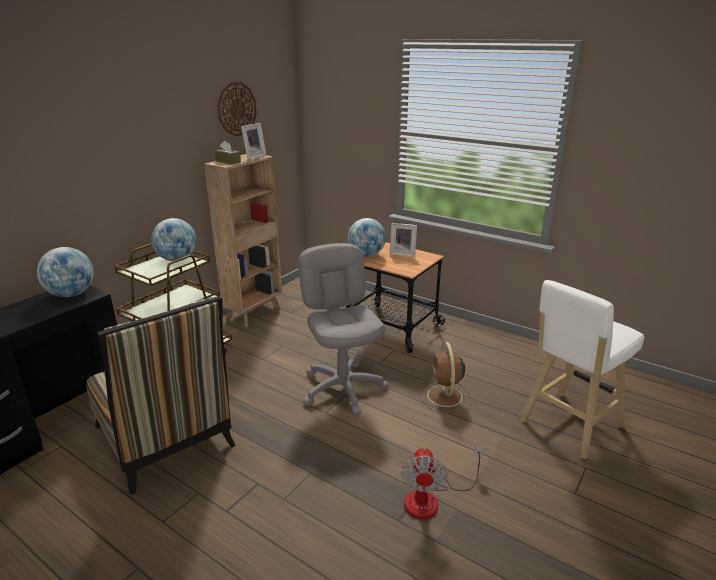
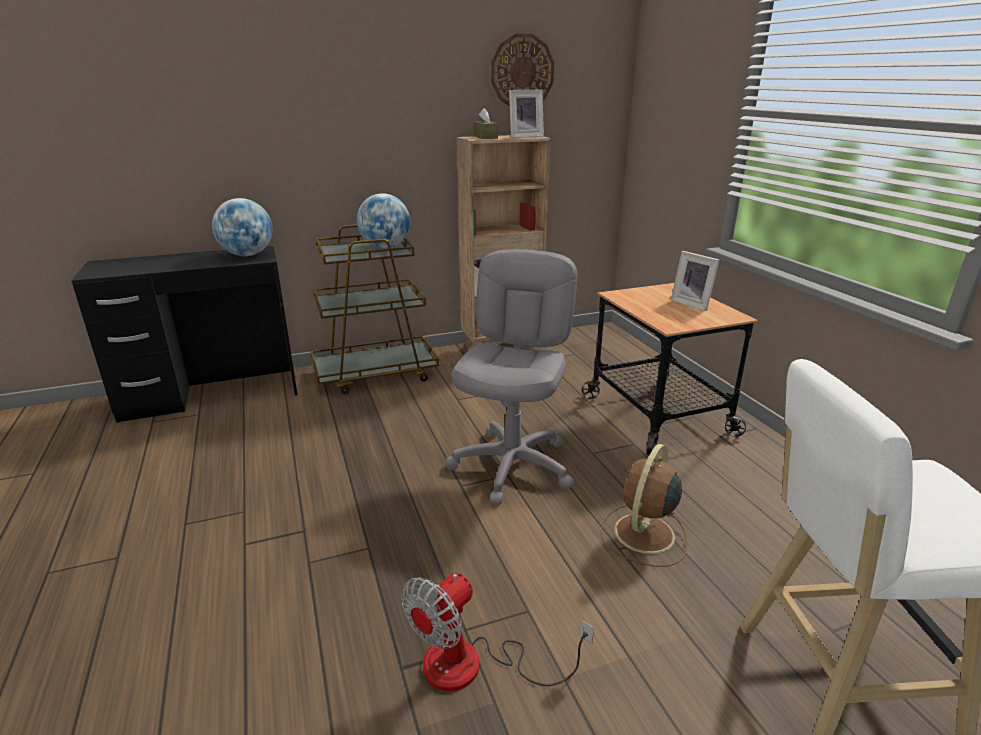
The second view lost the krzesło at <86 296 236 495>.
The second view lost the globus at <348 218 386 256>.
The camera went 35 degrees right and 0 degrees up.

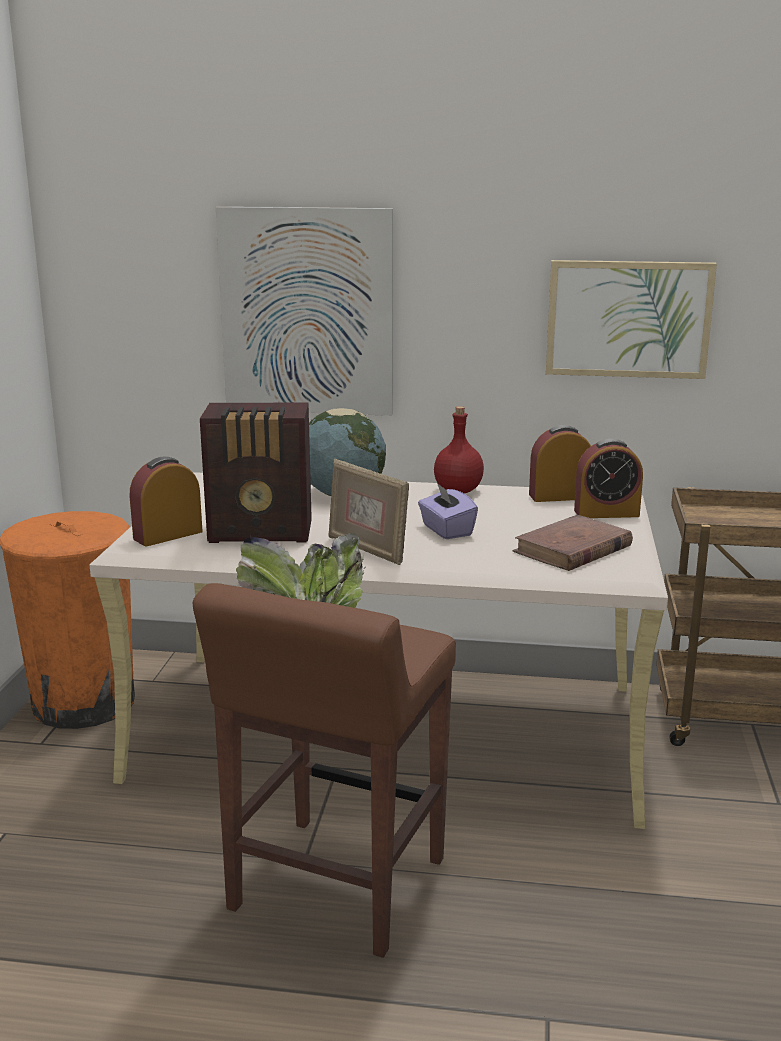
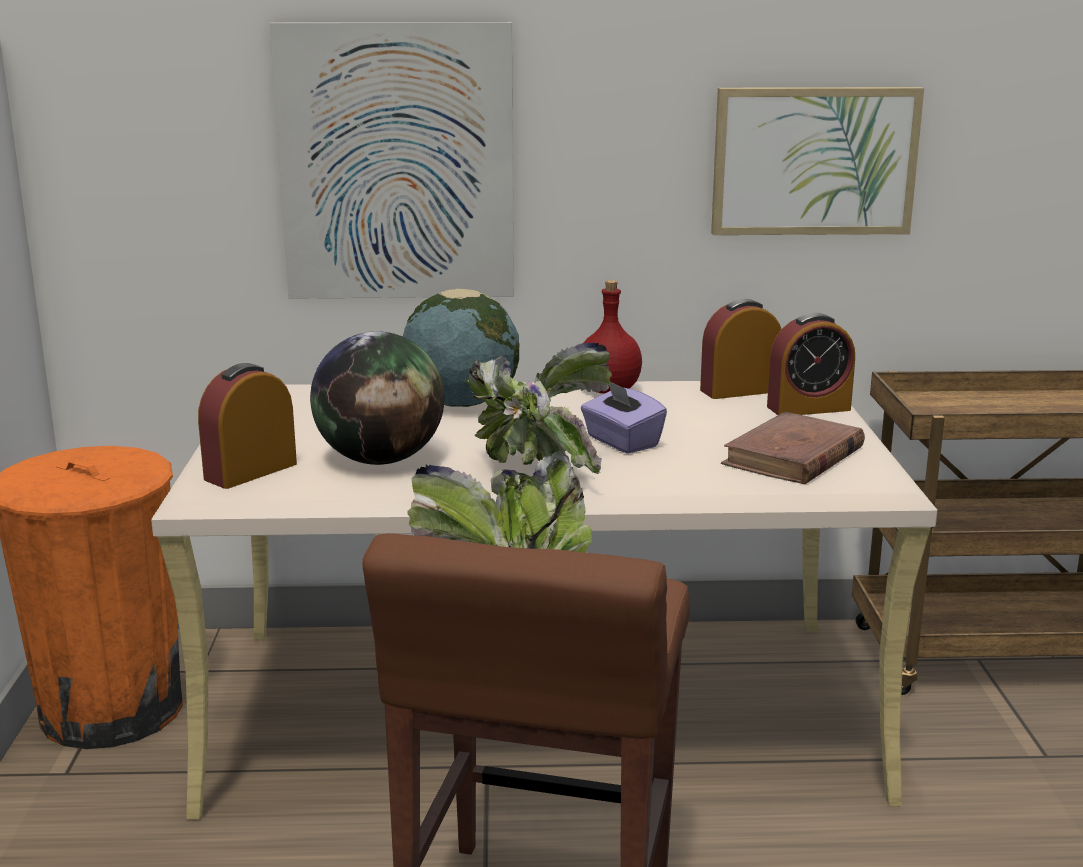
Where the radio stood at <200 403 312 543>, the globus came to stand at <310 331 445 465>.
Where the ramka na zdjęcie stood at <329 459 409 565>, the roślina doniczkowa came to stand at <465 342 612 474>.
The camera went 10 degrees left and 0 degrees up.

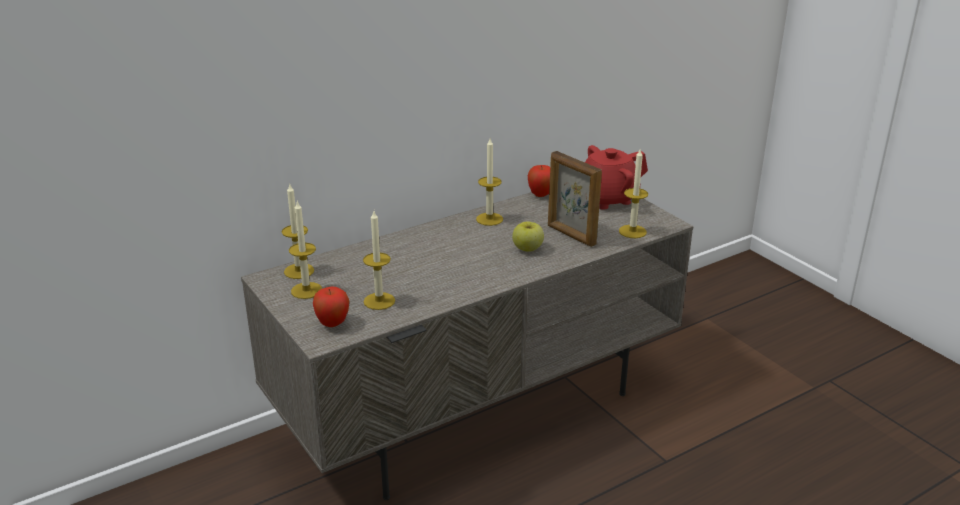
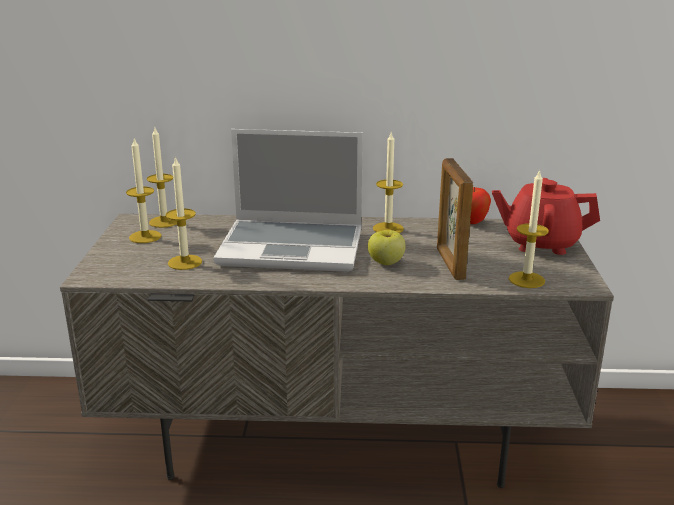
The second view lost the jabłko at <313 287 349 327>.
The second view gained the laptop at <213 129 363 272>.
The camera went 35 degrees right and 5 degrees down.

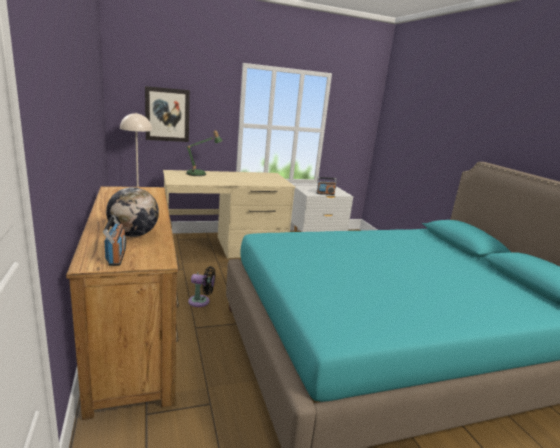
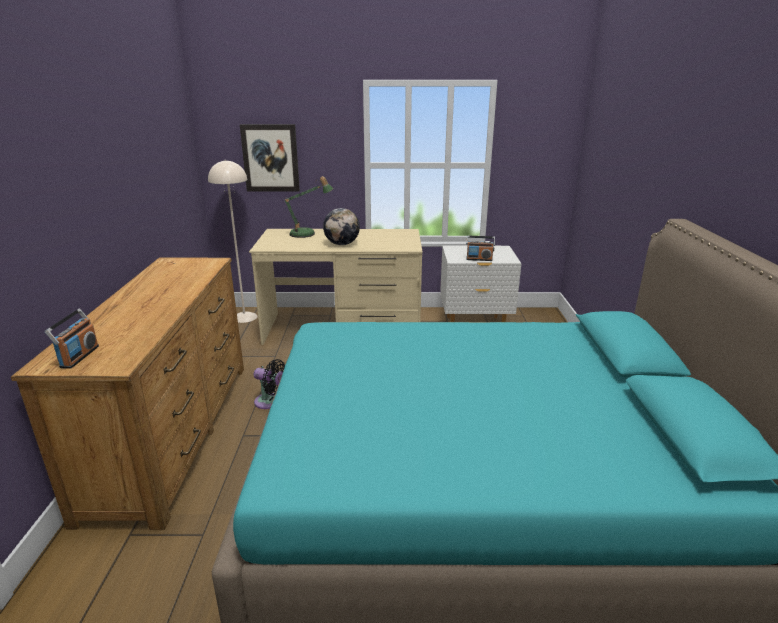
The globus ended up elsewhere, having gone from <106 187 159 237> to <323 208 360 245>.
The camera went 20 degrees right and 5 degrees up.

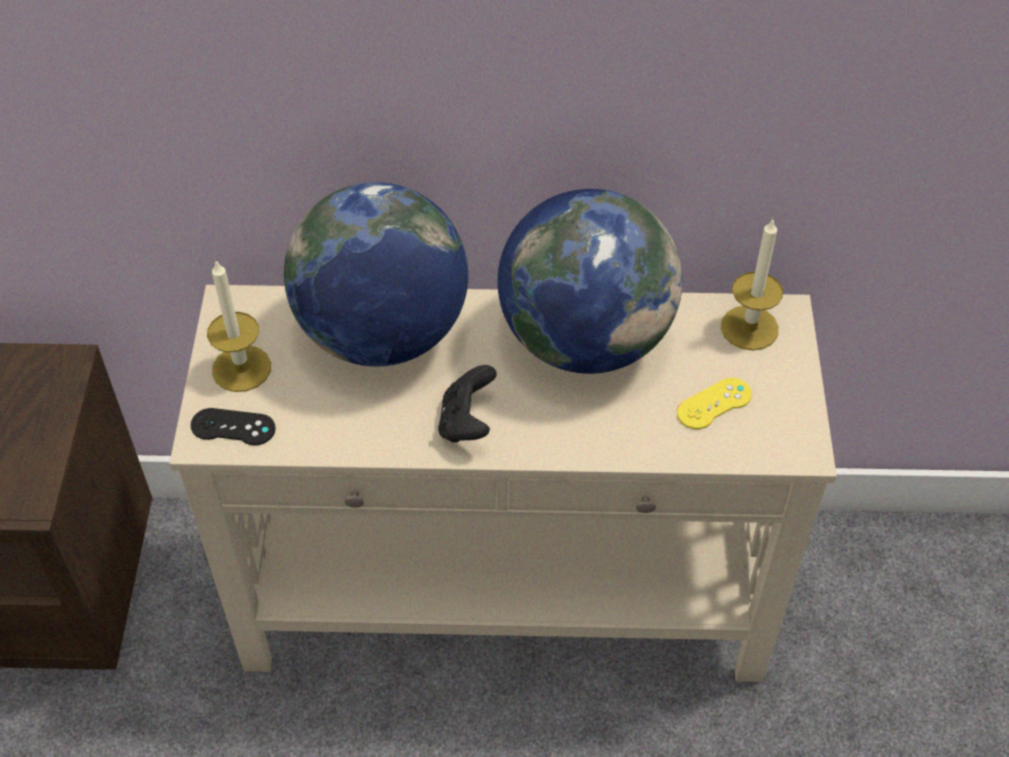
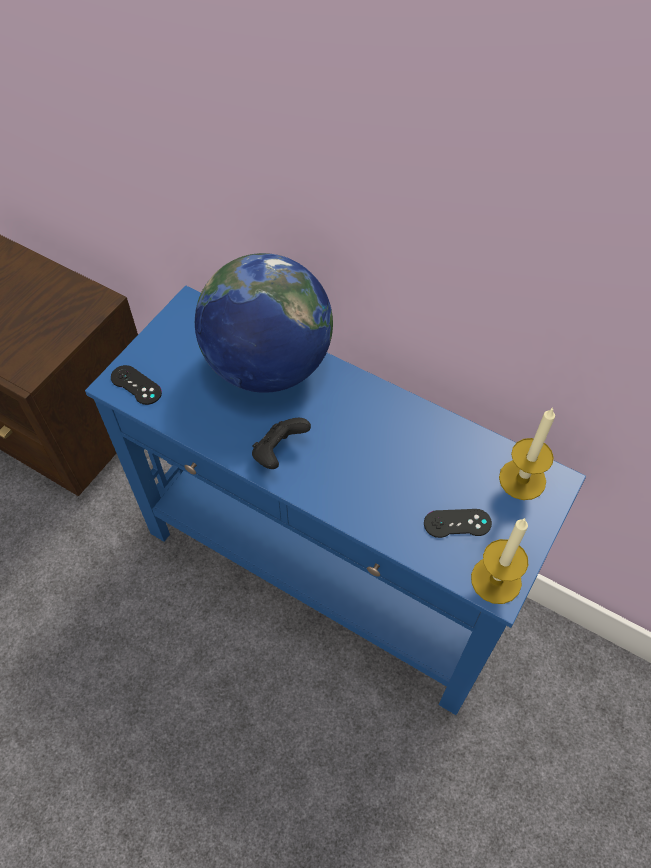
What was the stolik konsolowy (beżowy) at <169 285 837 682> turned into the stolik konsolowy (niebieski) at <85 285 586 715>.
The świeca ended up elsewhere, having gone from <207 260 271 392> to <471 518 528 604>.
The second view lost the globus at <498 189 682 374>.
What was the pad do gier (żółty) at <677 378 752 429> turned into the pad do gier (czarny) at <424 509 492 538>.
The camera went 30 degrees right and 5 degrees up.

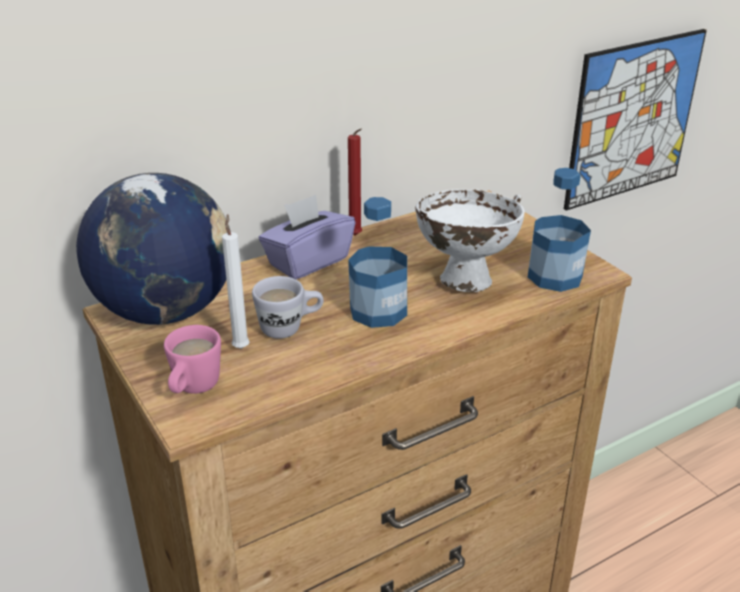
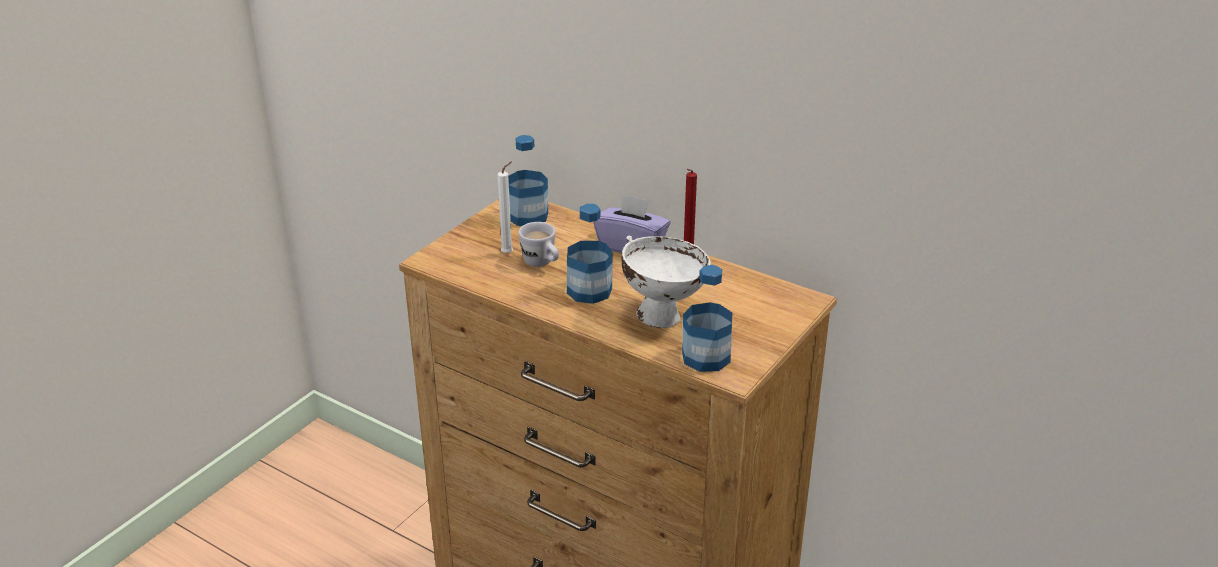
Where the globus stood at <76 173 230 325>, the butelka came to stand at <508 135 548 226>.
The second view lost the kubek (różowy) at <164 325 221 394>.
The second view lost the obraz at <564 29 707 211>.
The camera went 65 degrees right and 0 degrees up.

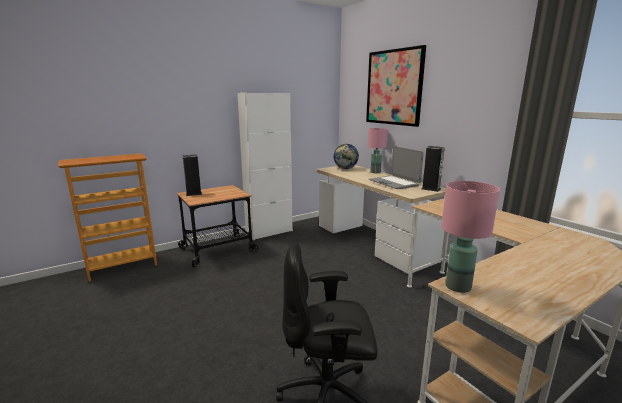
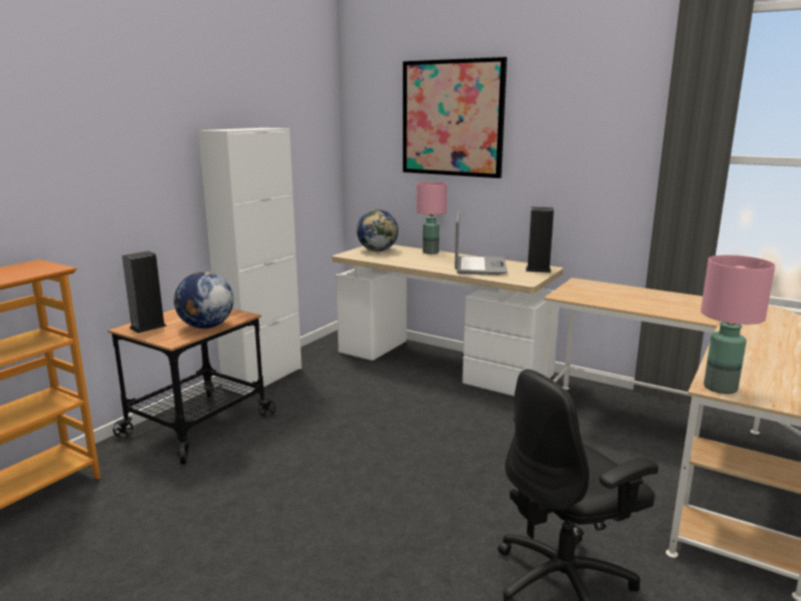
The laptop at <369 146 424 189> ended up facing another way, 120 degrees counterclockwise from before.
The second view gained the globus at <173 272 234 329>.
The camera went 25 degrees left and 0 degrees up.

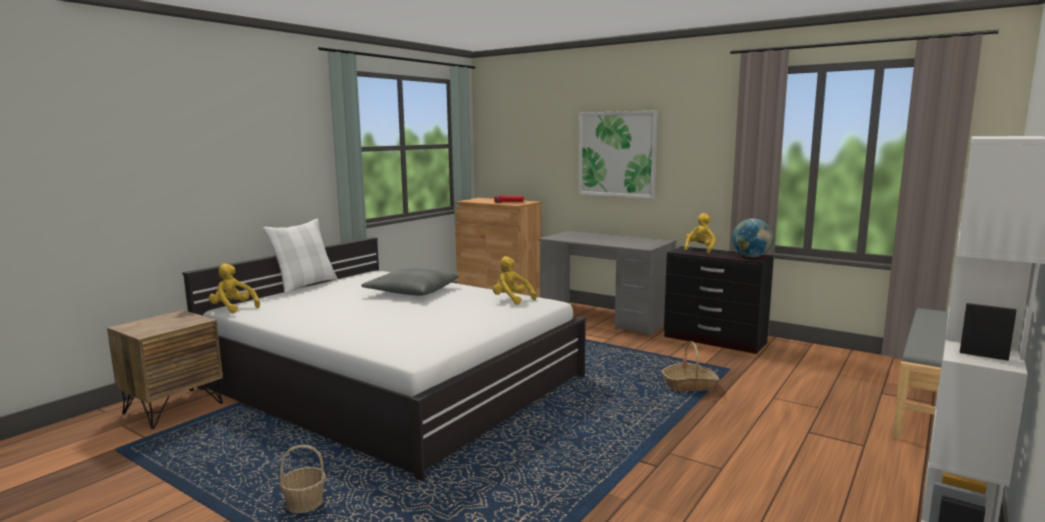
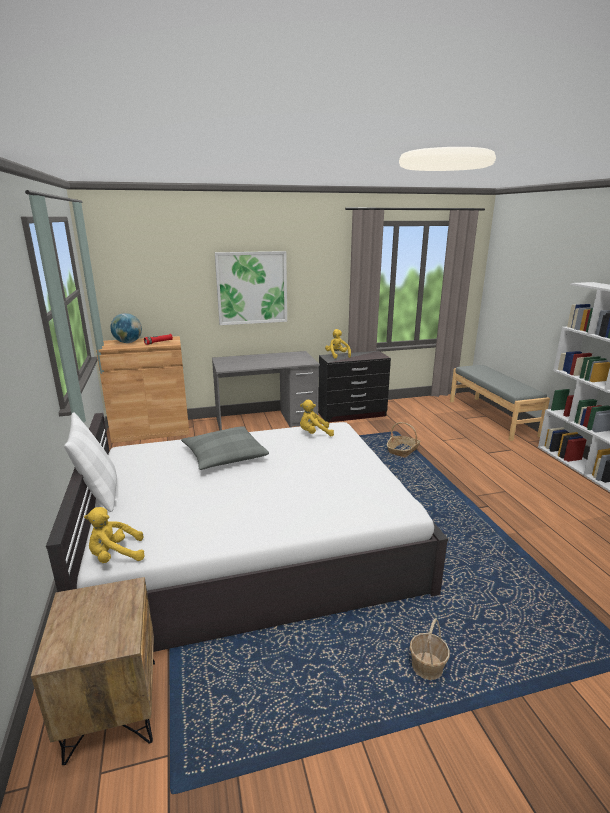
The globus ended up elsewhere, having gone from <732 218 774 257> to <110 313 142 343>.
The camera went 50 degrees left and 10 degrees up.

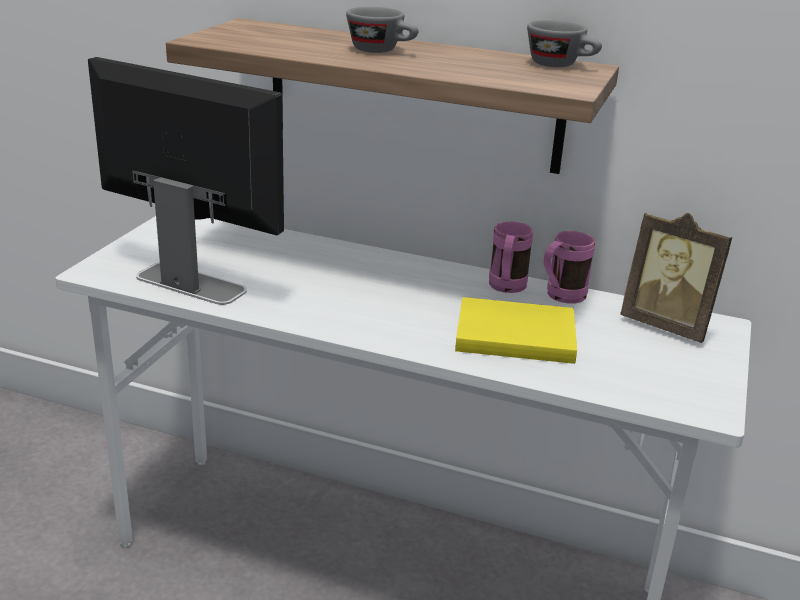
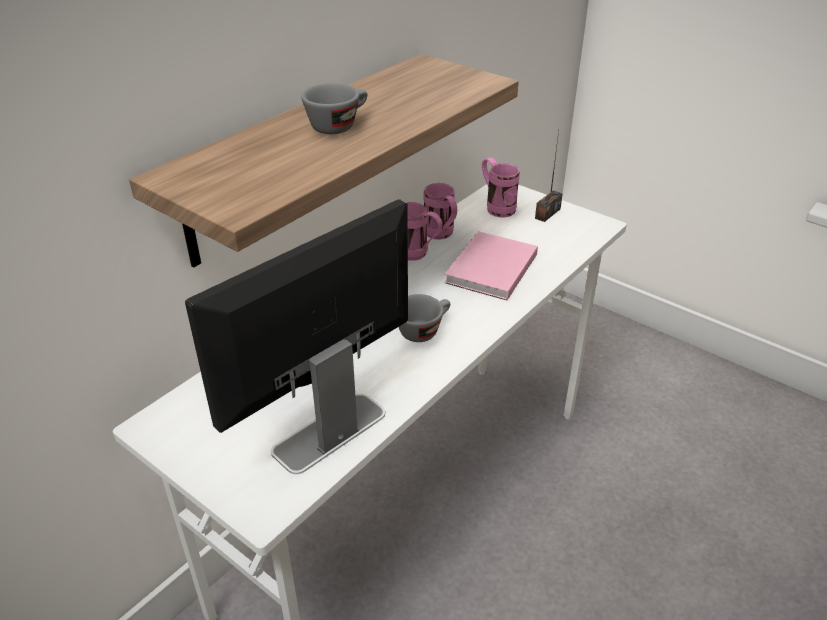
What was the książka (żółty) at <455 297 577 364> turned into the książka (różowy) at <444 231 538 300>.
The filiżanka (szary) ended up elsewhere, having gone from <527 20 602 67> to <399 294 450 342>.
Where the ramka na zdjęcie stood at <620 213 732 343>, the kubek (różowy) came to stand at <482 158 520 217>.
The second view gained the radio at <535 131 563 222>.
The camera went 70 degrees left and 10 degrees up.

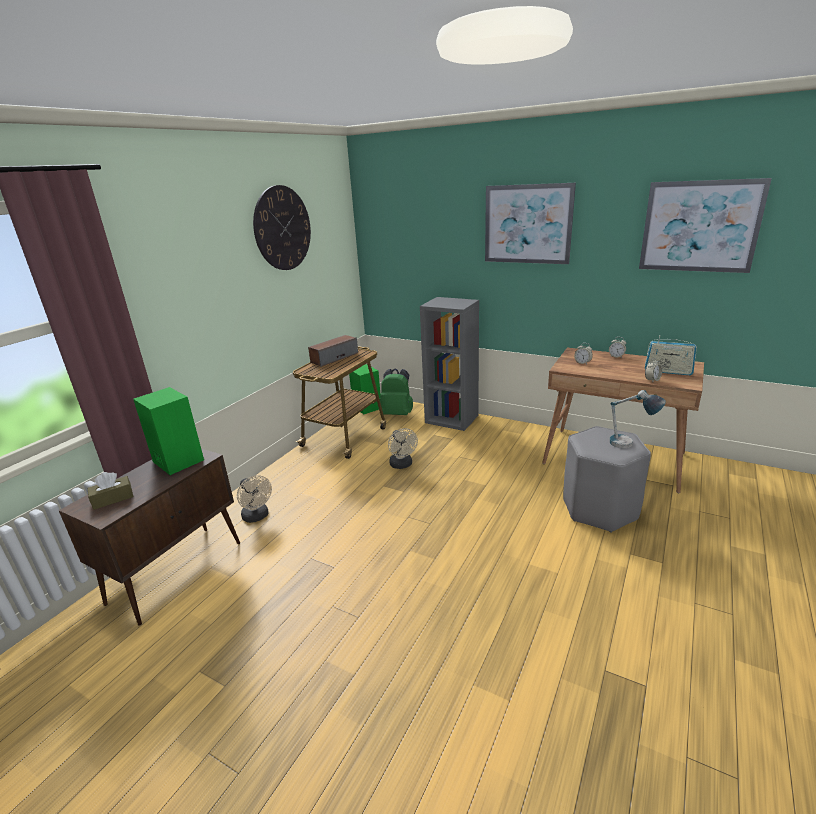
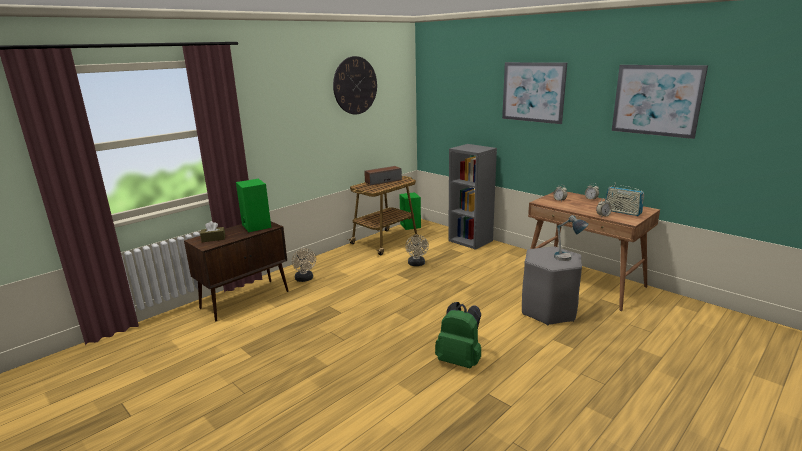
The plecak (zielony) ended up elsewhere, having gone from <380 369 413 415> to <435 302 481 369>.
The camera went 15 degrees right and 5 degrees down.

